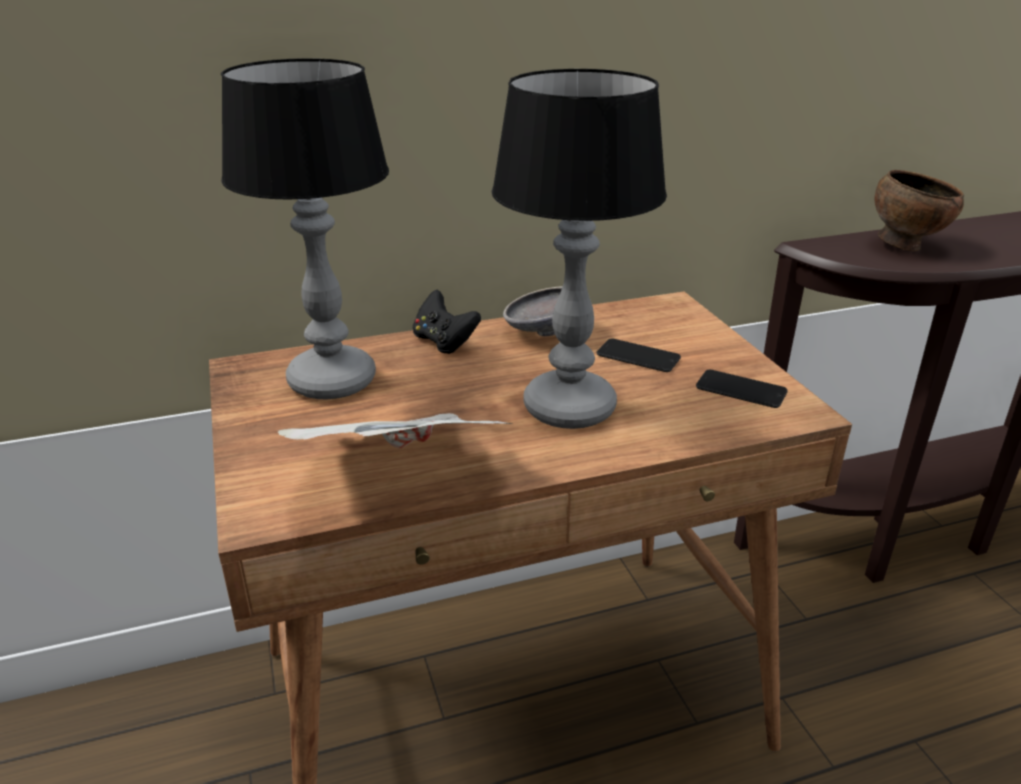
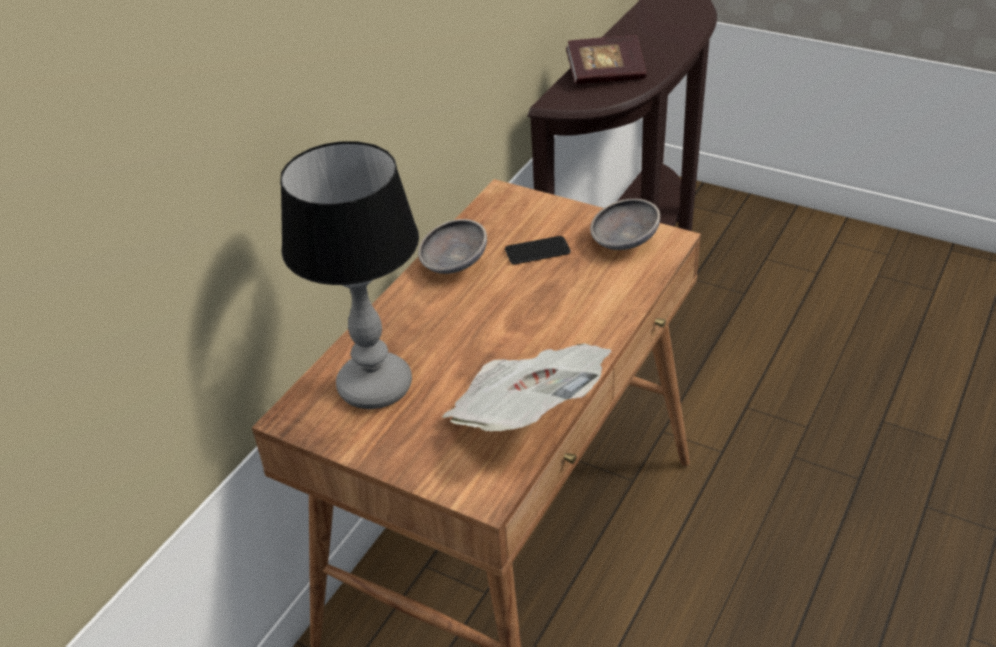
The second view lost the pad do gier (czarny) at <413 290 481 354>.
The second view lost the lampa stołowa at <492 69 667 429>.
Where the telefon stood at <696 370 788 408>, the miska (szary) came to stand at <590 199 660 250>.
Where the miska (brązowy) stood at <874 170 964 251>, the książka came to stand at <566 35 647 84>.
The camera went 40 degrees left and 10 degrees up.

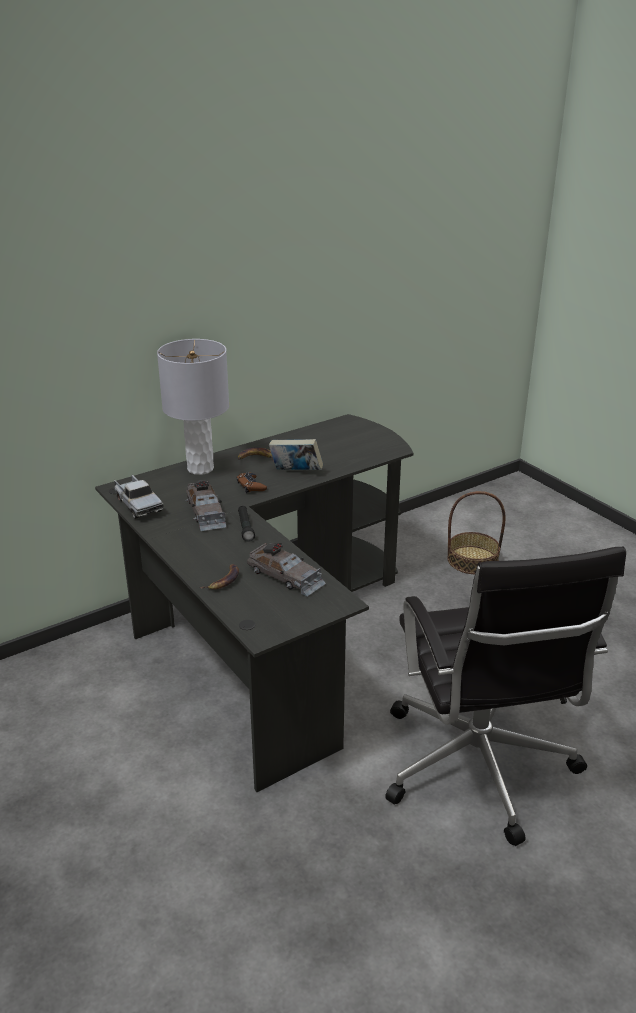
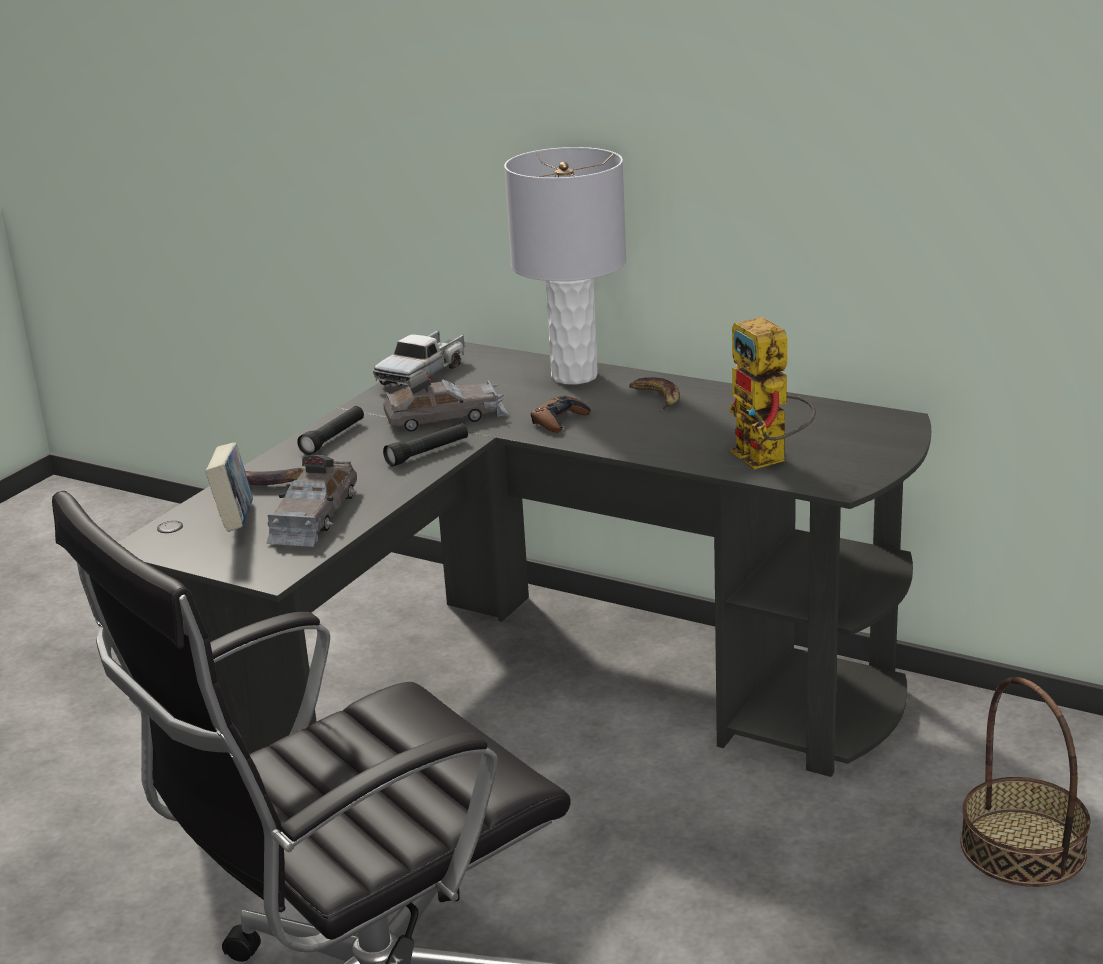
The samochodzik (szary) at <185 480 226 531> ended up facing another way, 150 degrees counterclockwise from before.
The książka ended up elsewhere, having gone from <269 439 323 470> to <205 442 253 532>.
The second view gained the latarka (czarny) at <297 406 364 455>.
The second view gained the robot zabawkowy at <729 317 816 470>.
The camera went 65 degrees right and 5 degrees down.

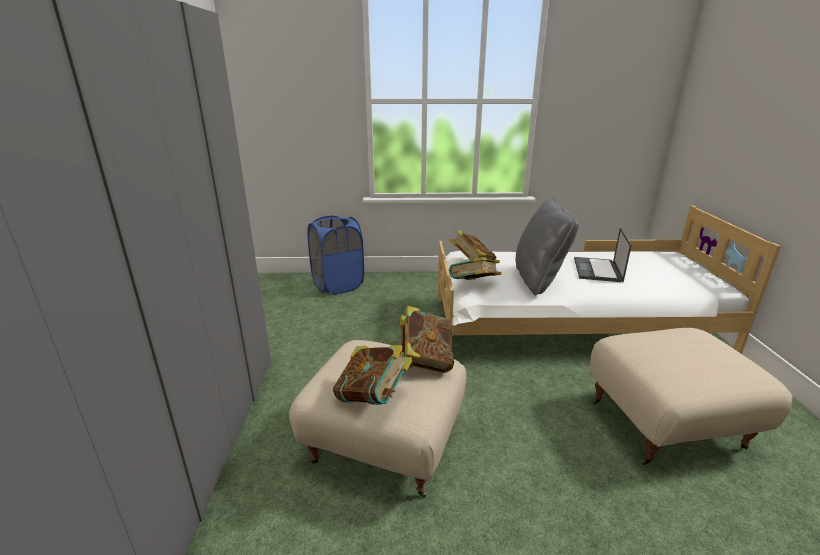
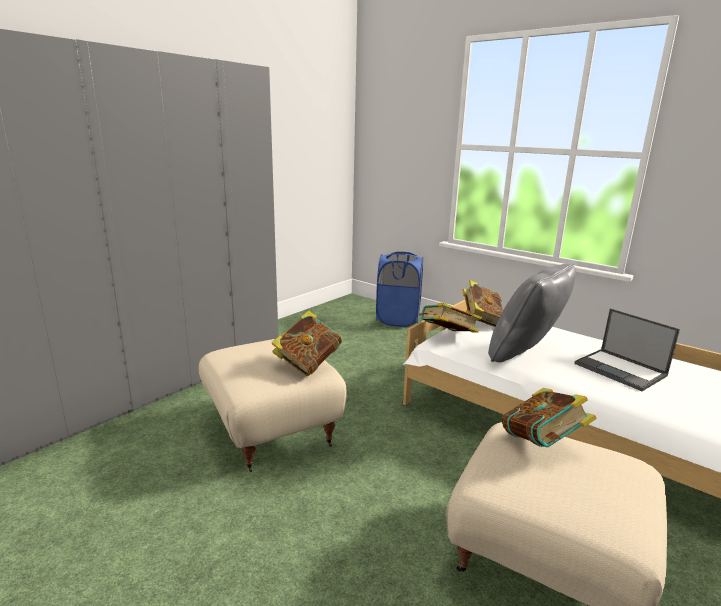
The książka ended up elsewhere, having gone from <333 345 413 405> to <502 388 597 447>.
The laptop at <574 228 632 282> ended up facing another way, 90 degrees counterclockwise from before.
The camera went 40 degrees right and 5 degrees down.

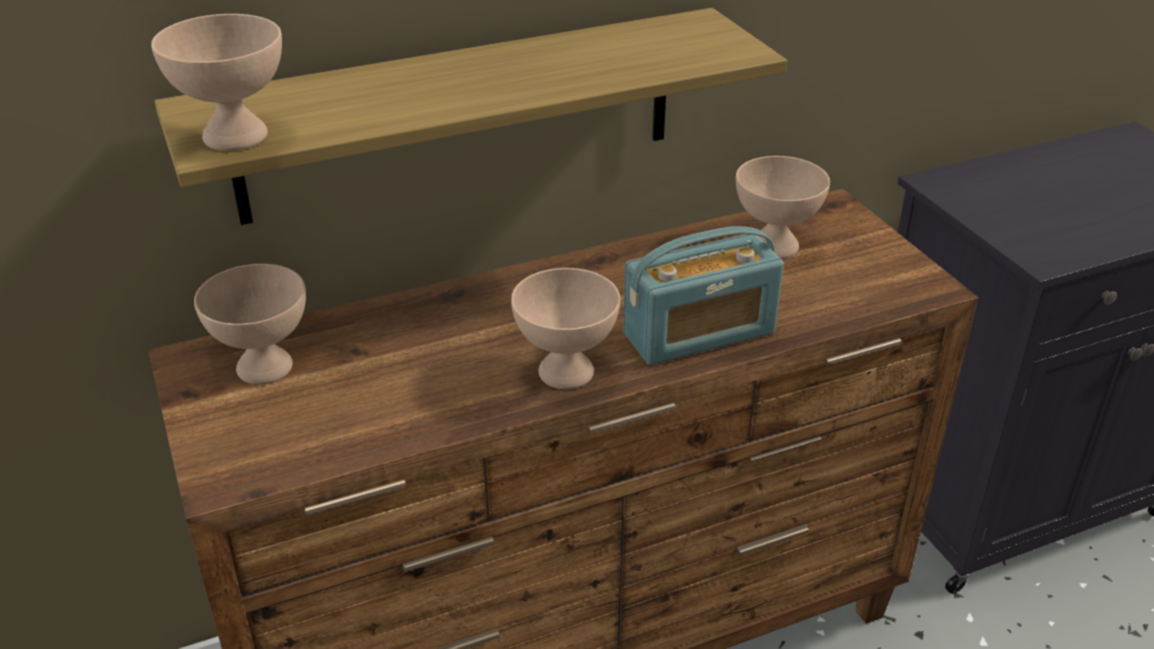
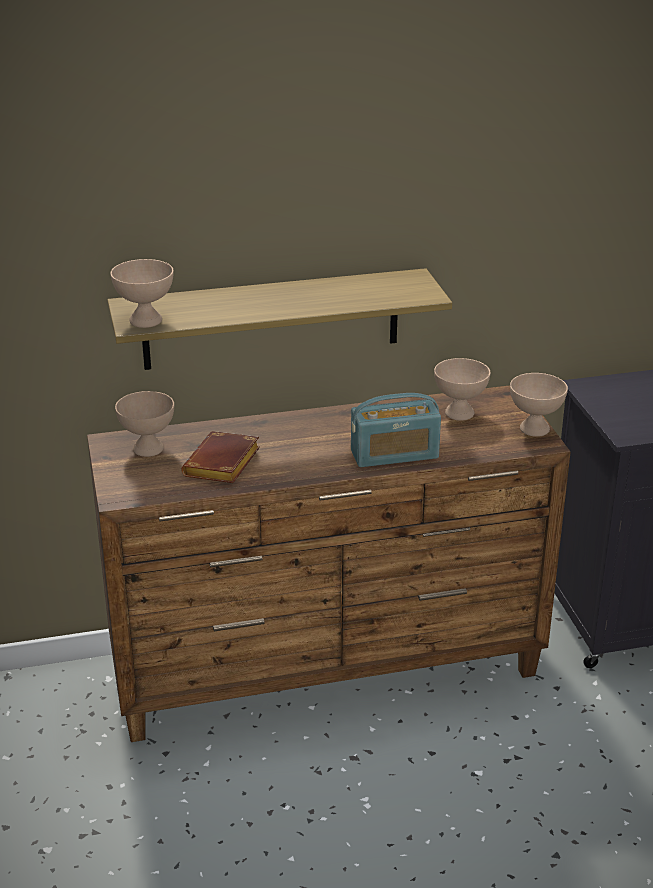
The miska (beżowy) ended up elsewhere, having gone from <511 268 620 389> to <510 373 568 437>.
The second view gained the książka (brązowy) at <182 431 260 483>.
The camera went 10 degrees right and 5 degrees down.

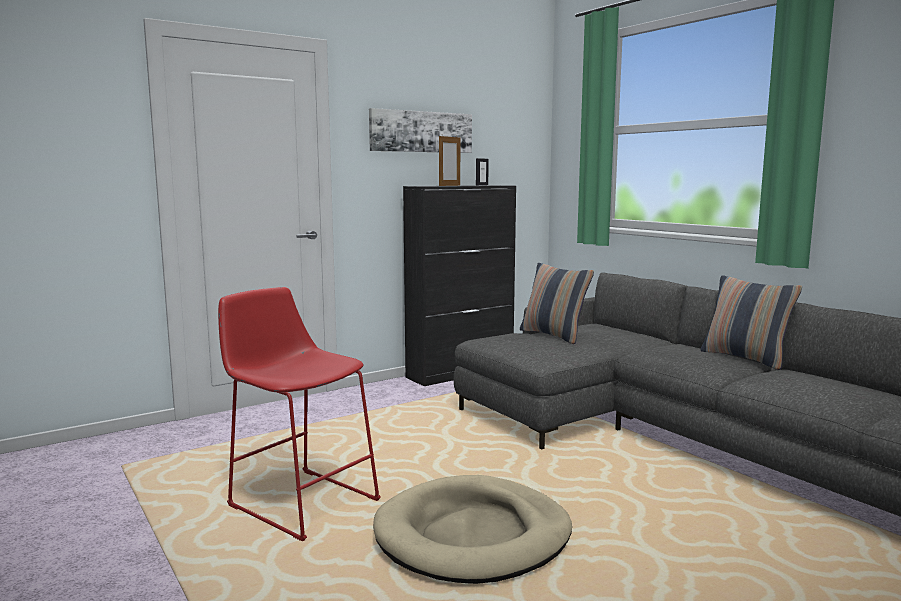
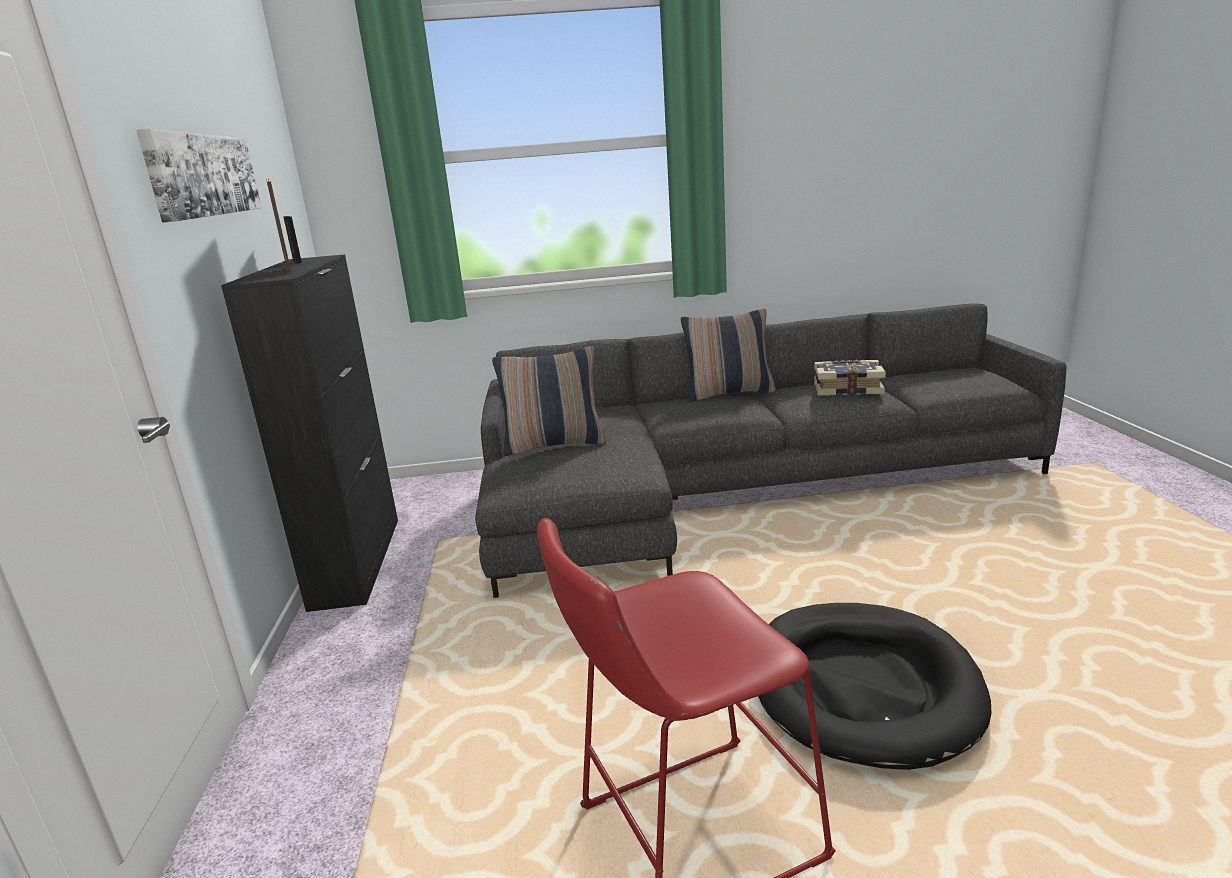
What was the legowisko (beżowy) at <373 475 572 584> turned into the legowisko (czarny) at <758 603 991 770>.
The second view gained the książka at <814 360 886 396>.
The camera went 60 degrees left and 10 degrees up.

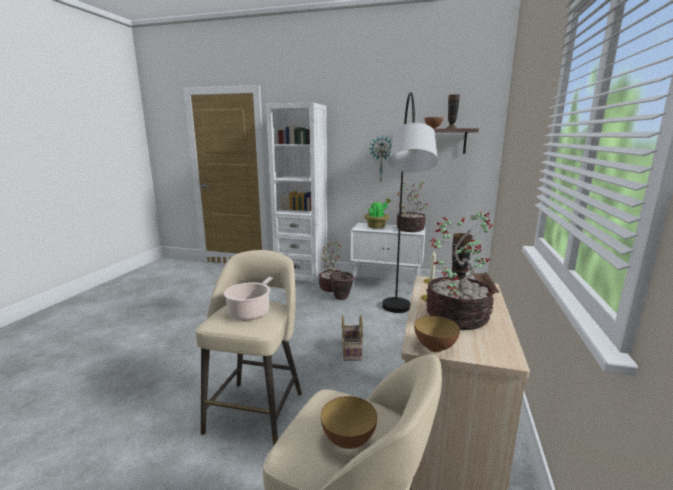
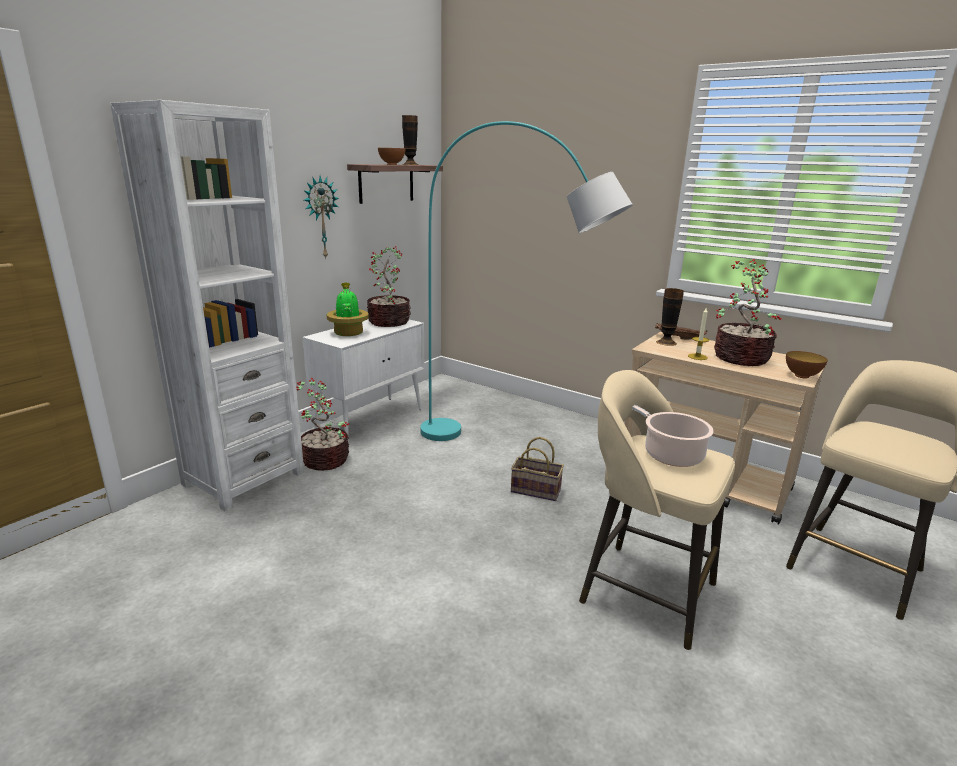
The second view lost the miska at <321 396 377 449>.
The second view lost the wiadro (brązowy) at <329 271 355 300>.
What was the lampa stojąca (szary) at <382 92 438 313> turned into the lampa stojąca (turkusowy) at <421 121 633 441>.
The camera went 70 degrees left and 5 degrees up.

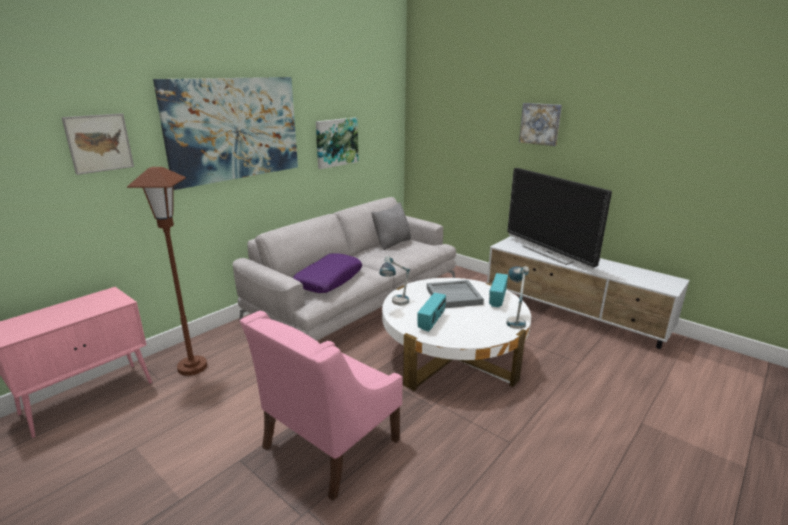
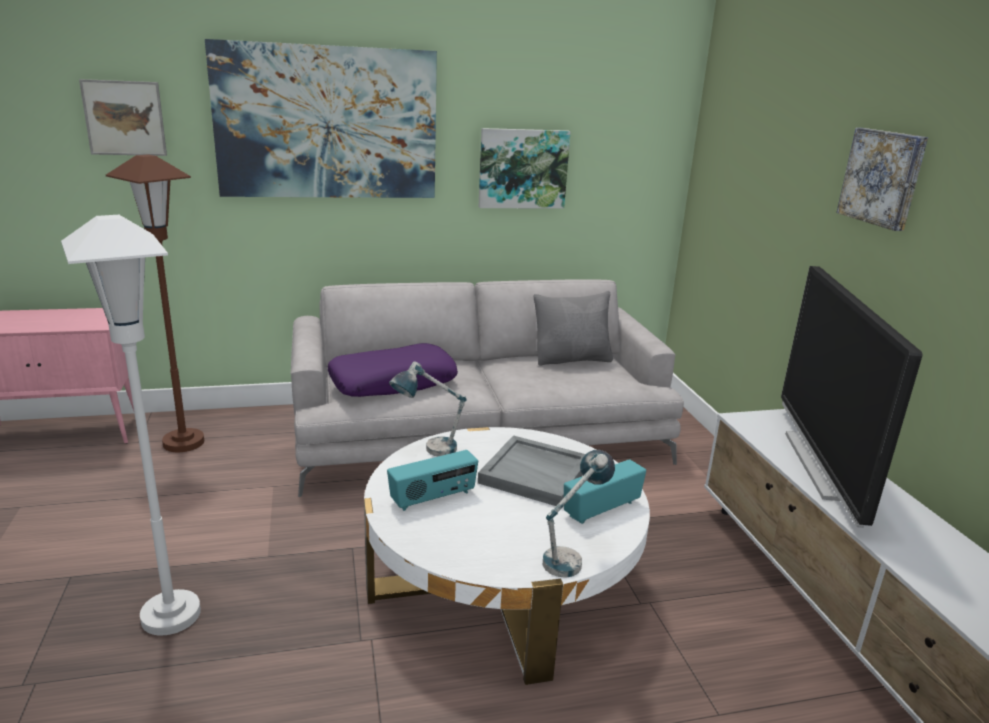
Where the fotel (różowy) stood at <240 311 403 501>, the lampa stojąca (biały) came to stand at <61 215 201 635>.
The camera went 35 degrees right and 0 degrees up.

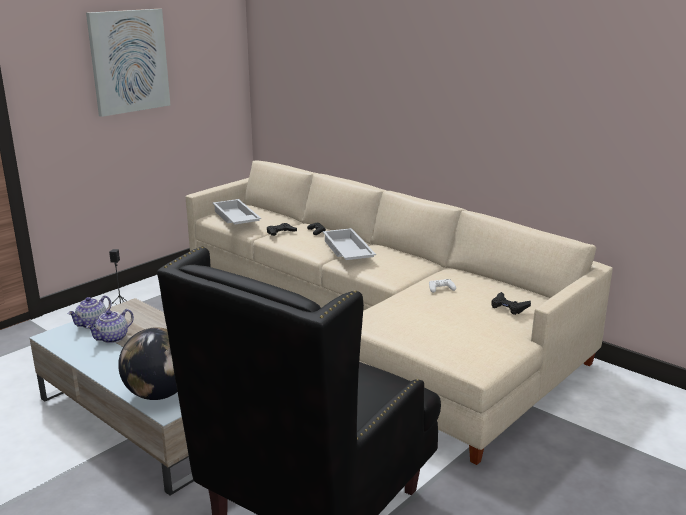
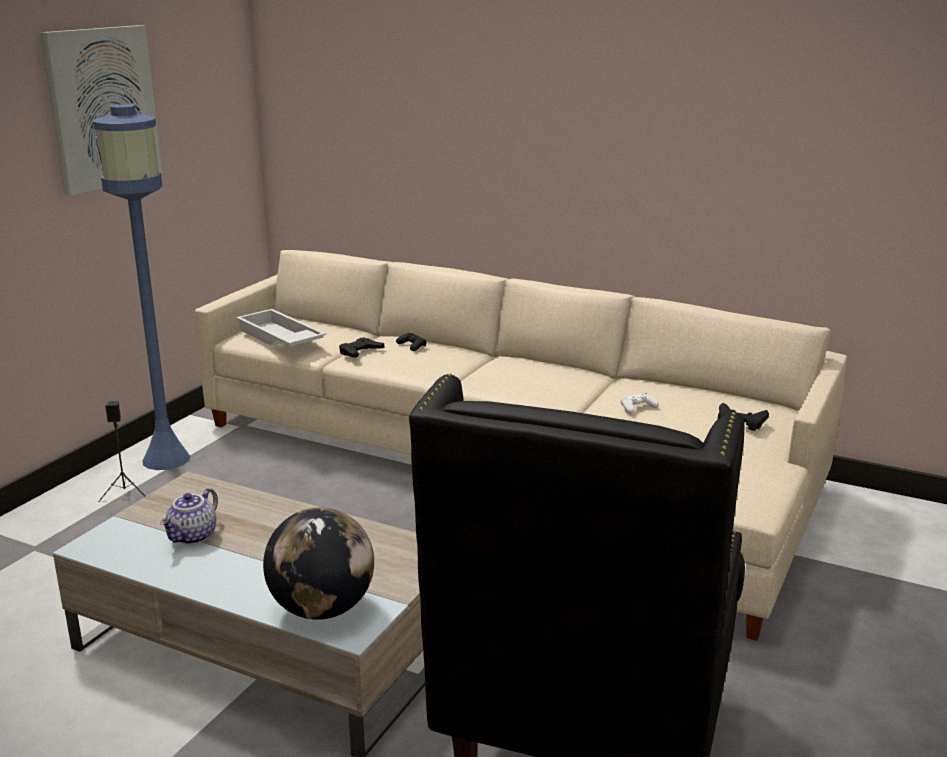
The second view lost the imbryk at <68 295 111 329>.
The second view lost the taca (biały) at <323 228 376 260>.
The second view gained the lampa stojąca (niebieski) at <93 104 190 470>.
The camera went 15 degrees left and 0 degrees up.

